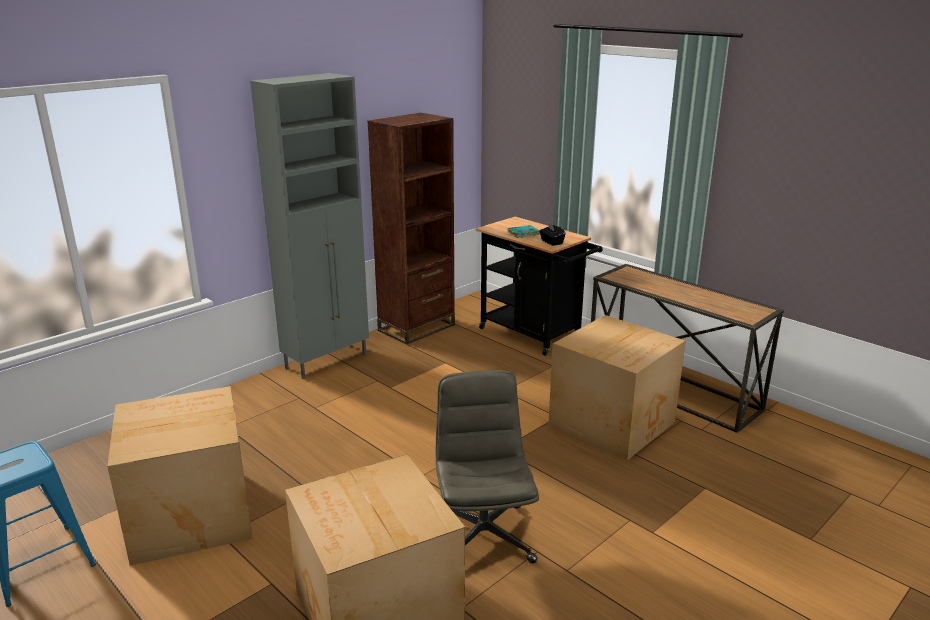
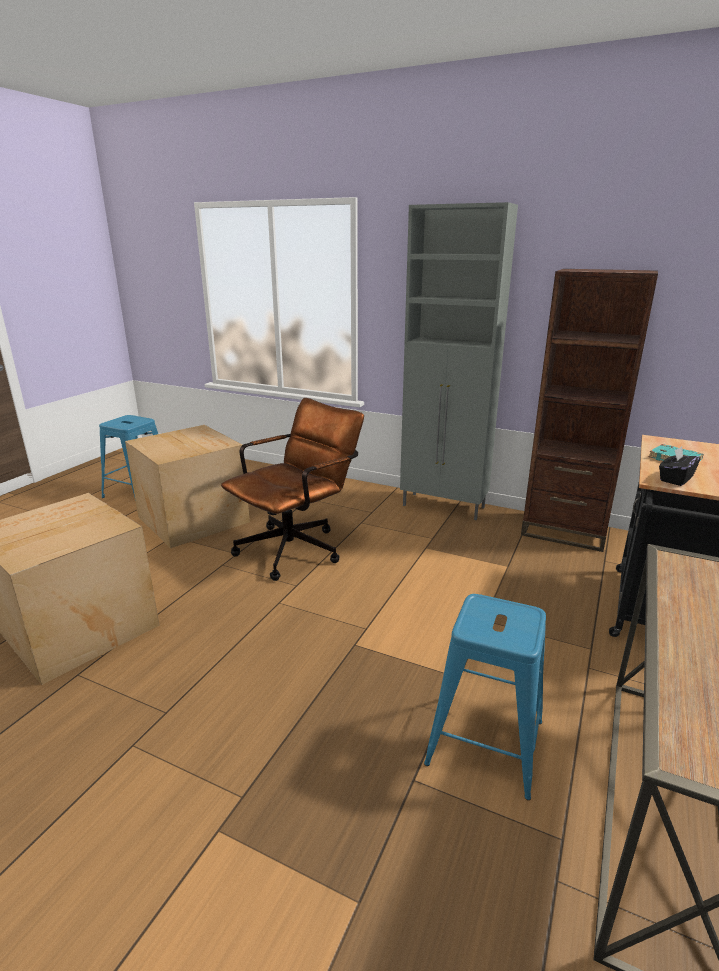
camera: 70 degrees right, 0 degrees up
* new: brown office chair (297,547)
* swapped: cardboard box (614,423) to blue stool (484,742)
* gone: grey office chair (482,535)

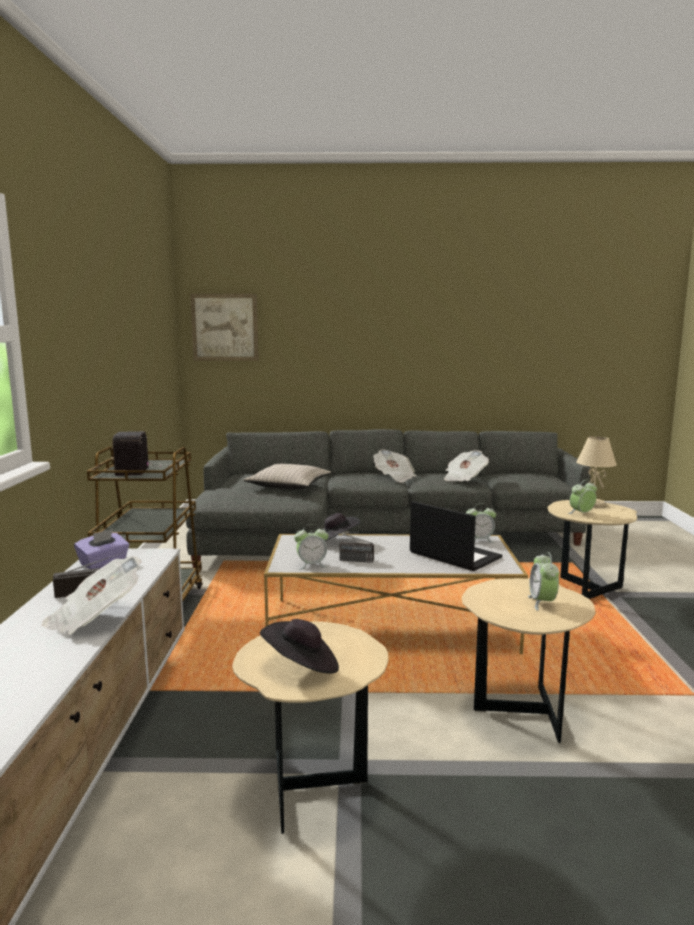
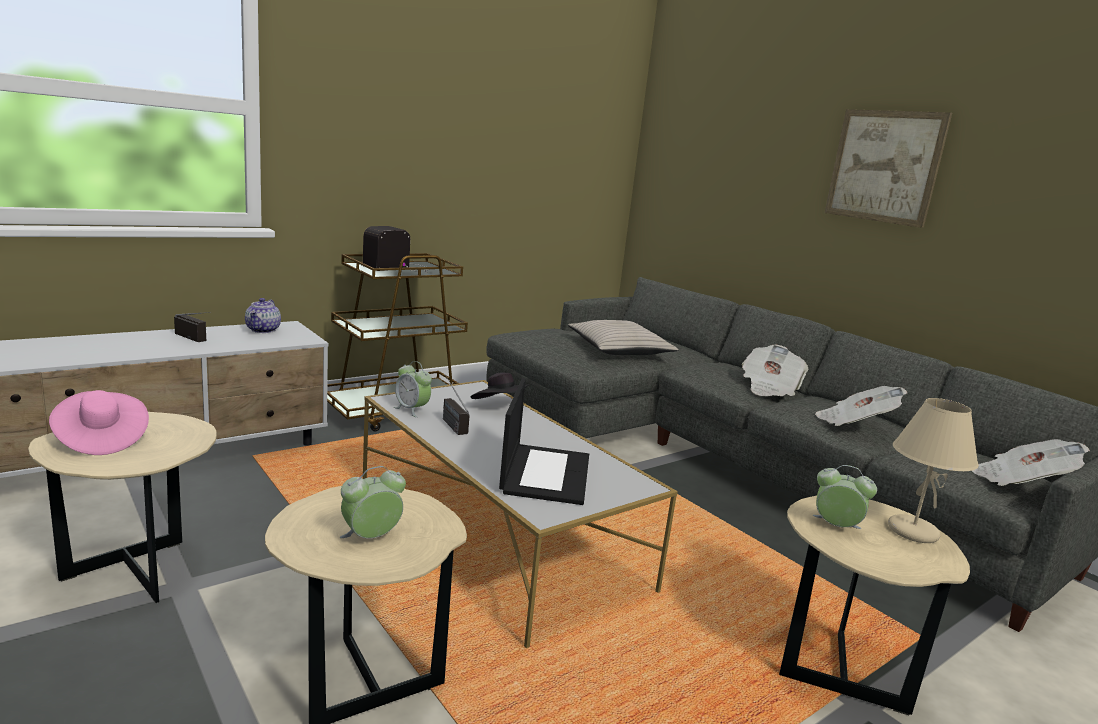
camera: 50 degrees right, 5 degrees up
* repainted: black hat (301,666) to pink hat (100,440)
* swapped: purple tissue box (103,563) to teapot (263,330)
* shifted: picture (225,327) to (884,166)
* shifted: newspaper (94,618) to (1020,483)
* gone: alarm clock (479,540)

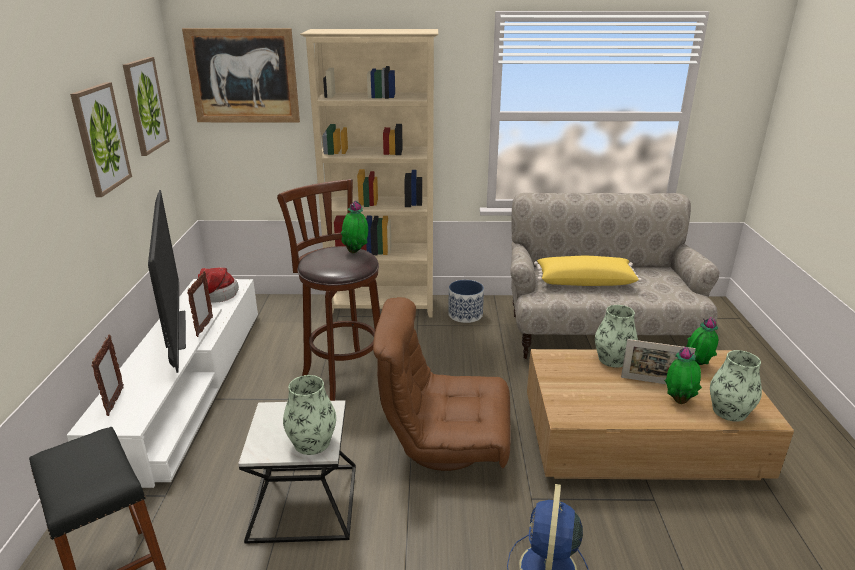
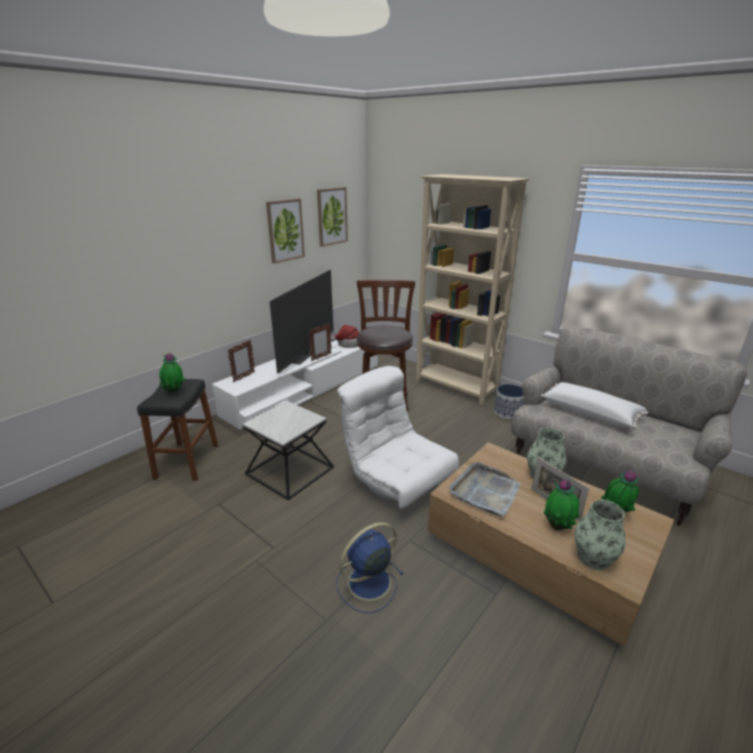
camera: 40 degrees right, 0 degrees up
* shifted: potted plant (356,252) to (174,392)
* repainted: brown armchair (445,442) to white armchair (397,480)
* new: grey tray (485,491)
* repainted: yellow pillow (584,281) to white pillow (590,413)
* gone: picture (243,76)
* gone: vase (312,442)

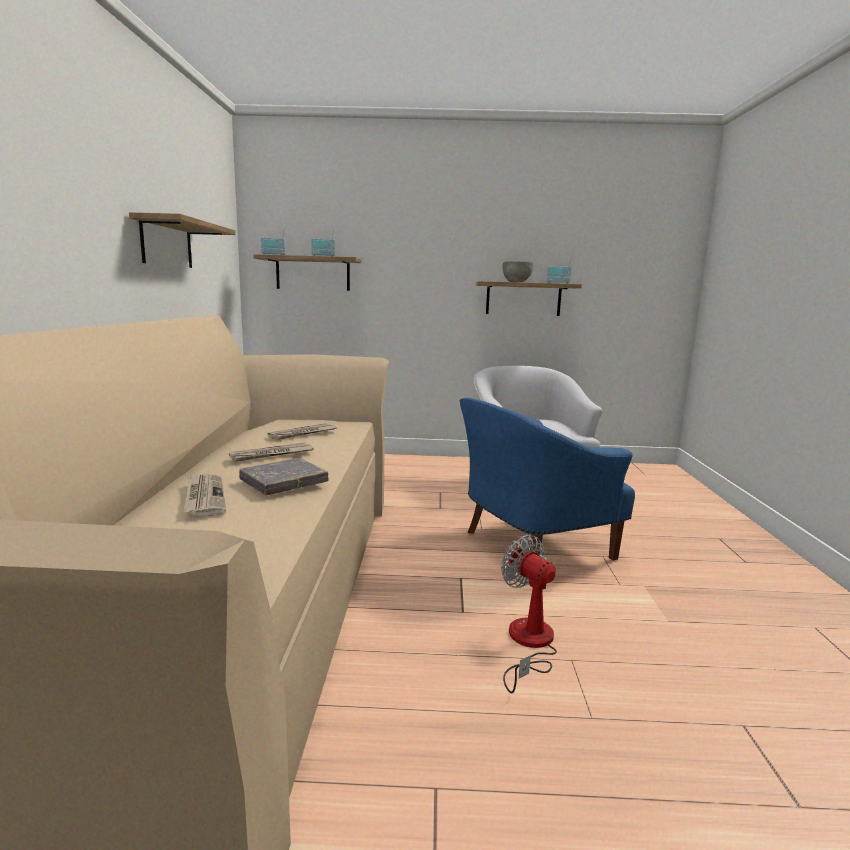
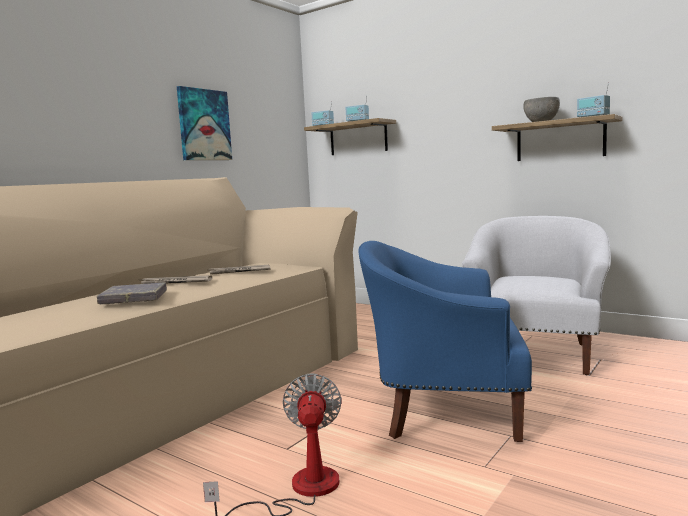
camera: 35 degrees right, 5 degrees down
* swapped: shelf (167,243) to picture (204,125)
* gone: newspaper (204,497)

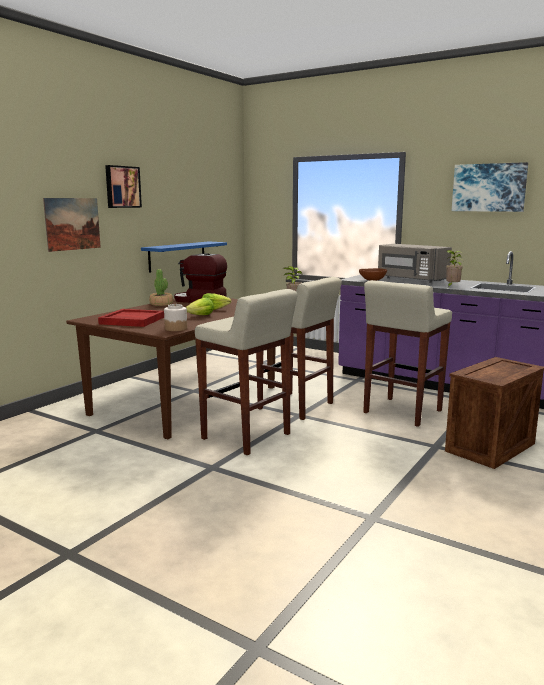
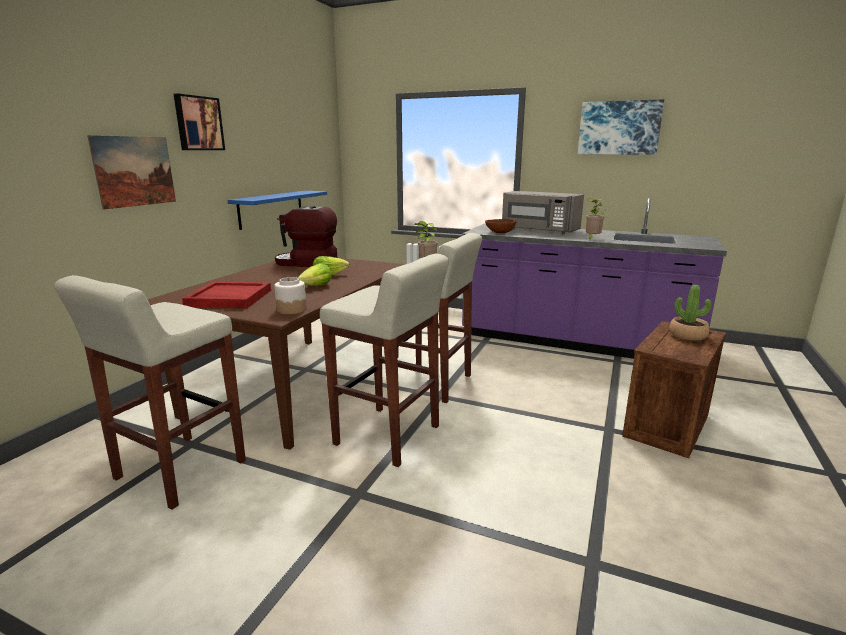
camera: 10 degrees left, 5 degrees up
* shifted: beige stool (401,412) to (179,471)
* shifted: potted plant (161,304) to (687,335)

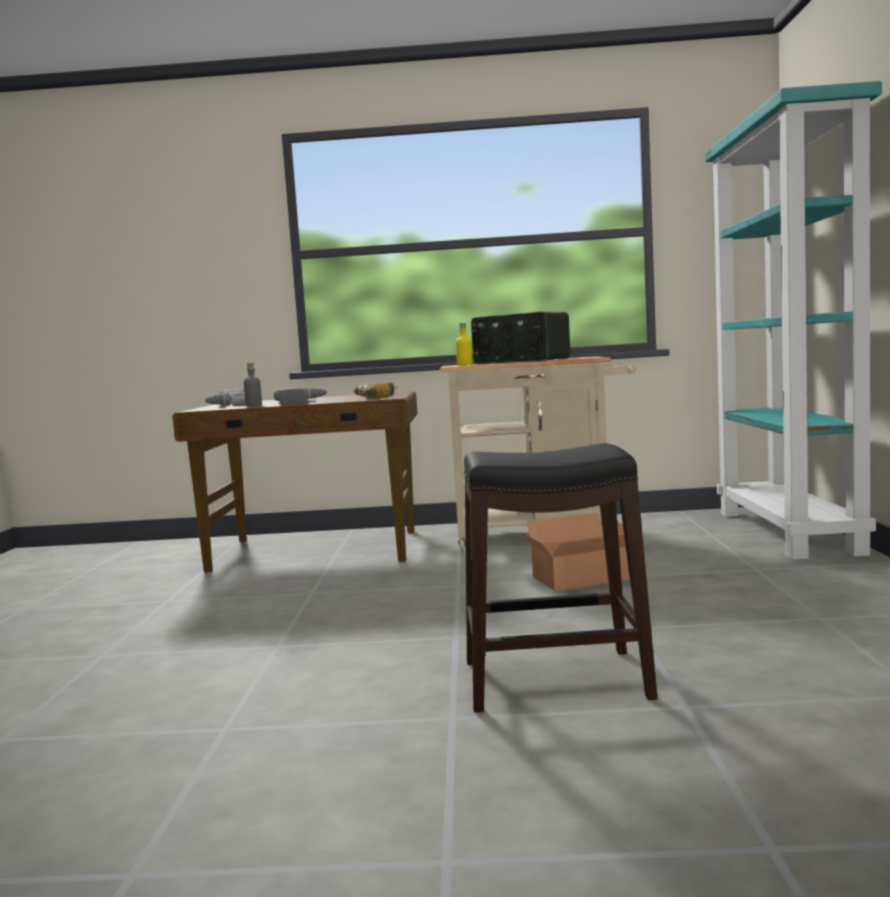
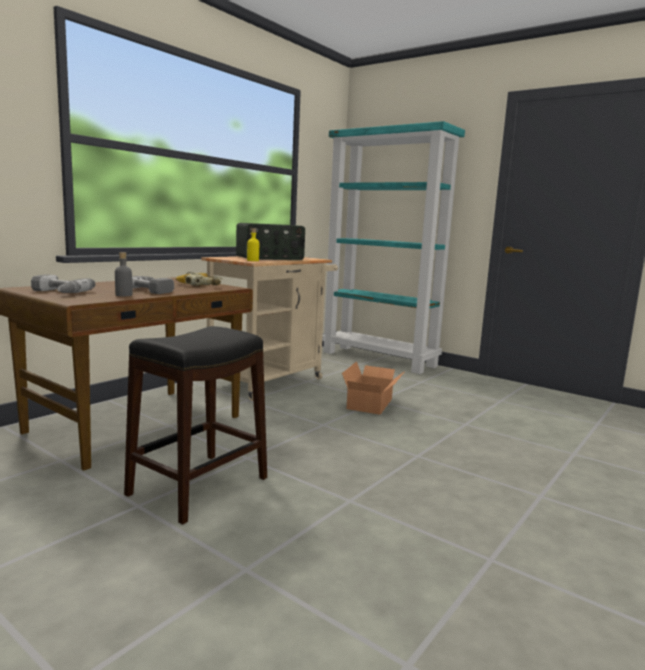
camera: 55 degrees left, 5 degrees up
* shifted: black stool (556,680) to (199,486)

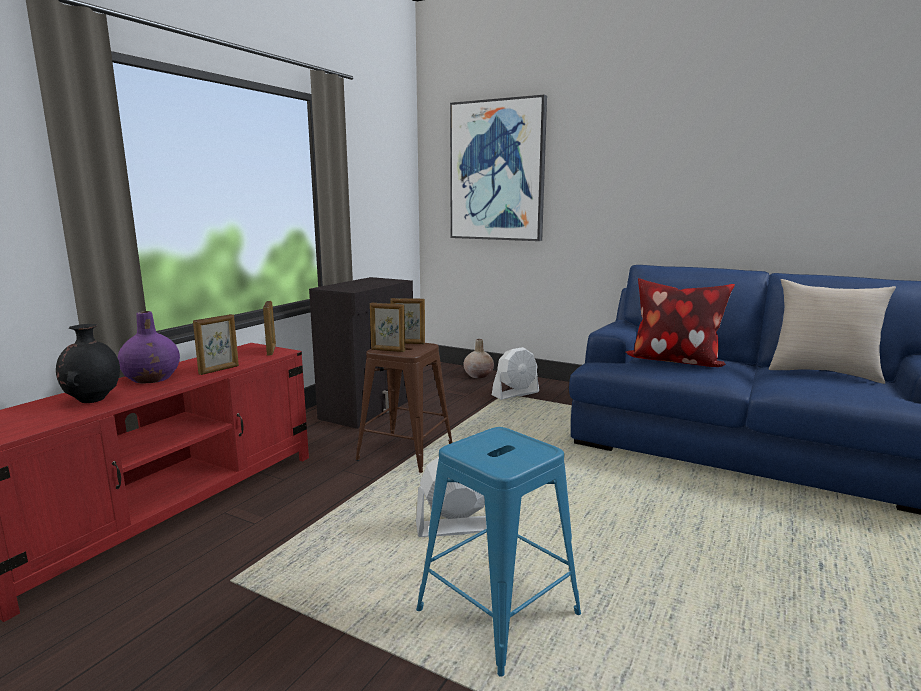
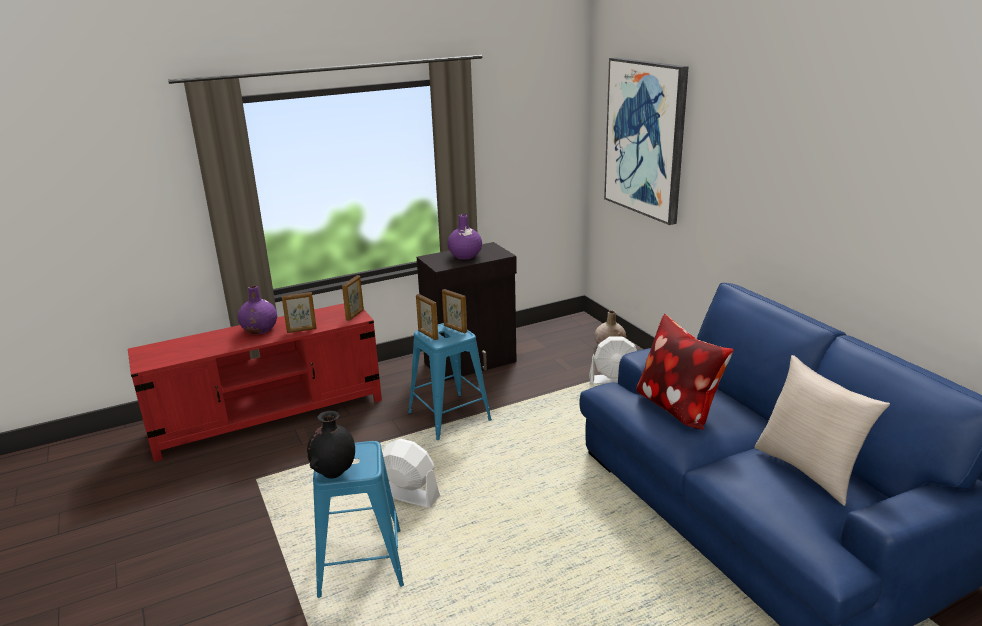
camera: 35 degrees right, 10 degrees up
* shifted: black vase (93,400) to (334,473)
* repainted: brown stool (405,452) to blue stool (449,416)
* new: purple vase (465,256)

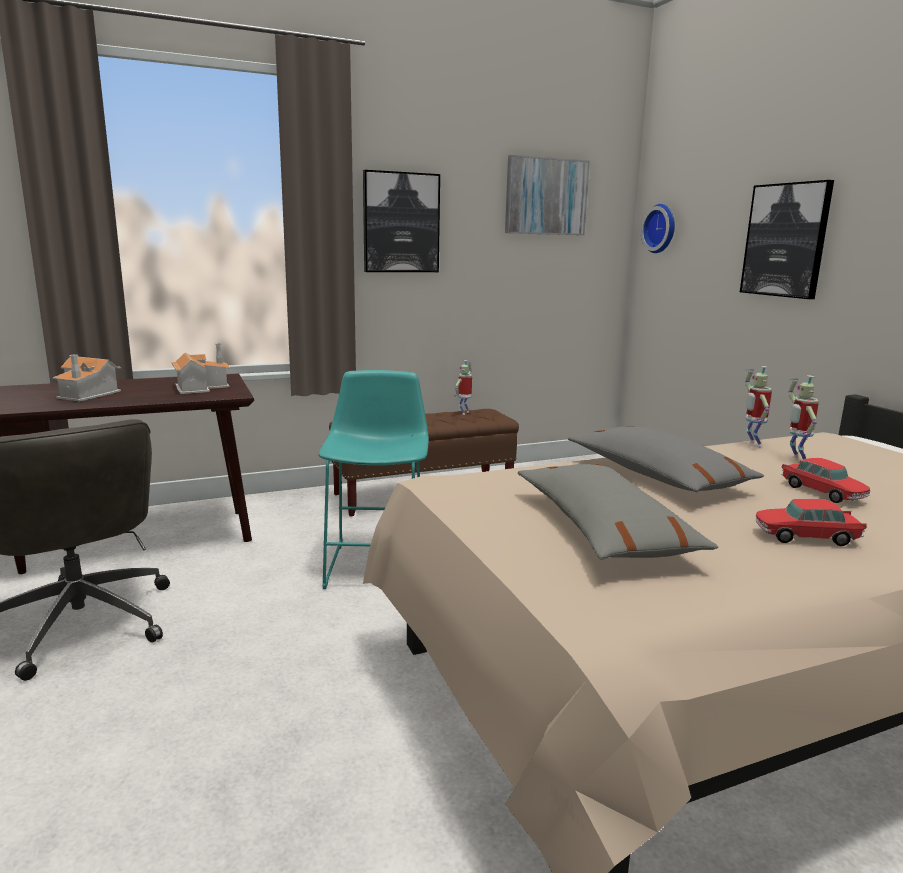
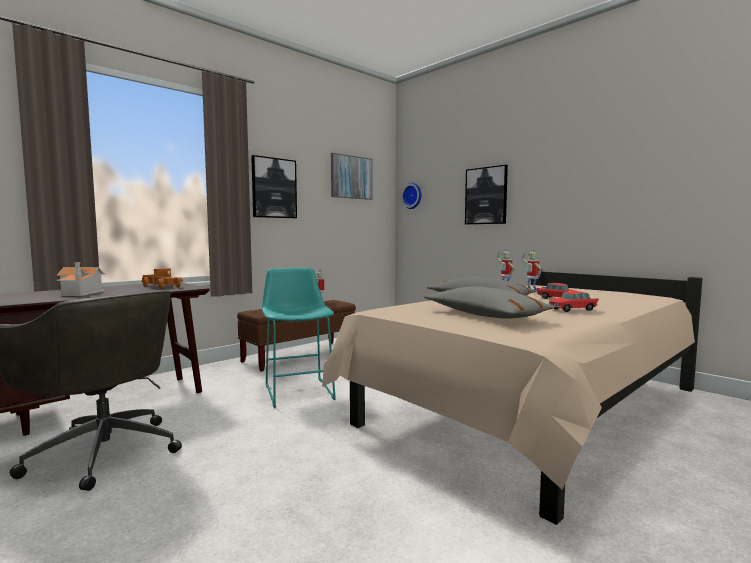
camera: 20 degrees left, 10 degrees down
* swapped: toy house (201,387) to toy truck (162,286)

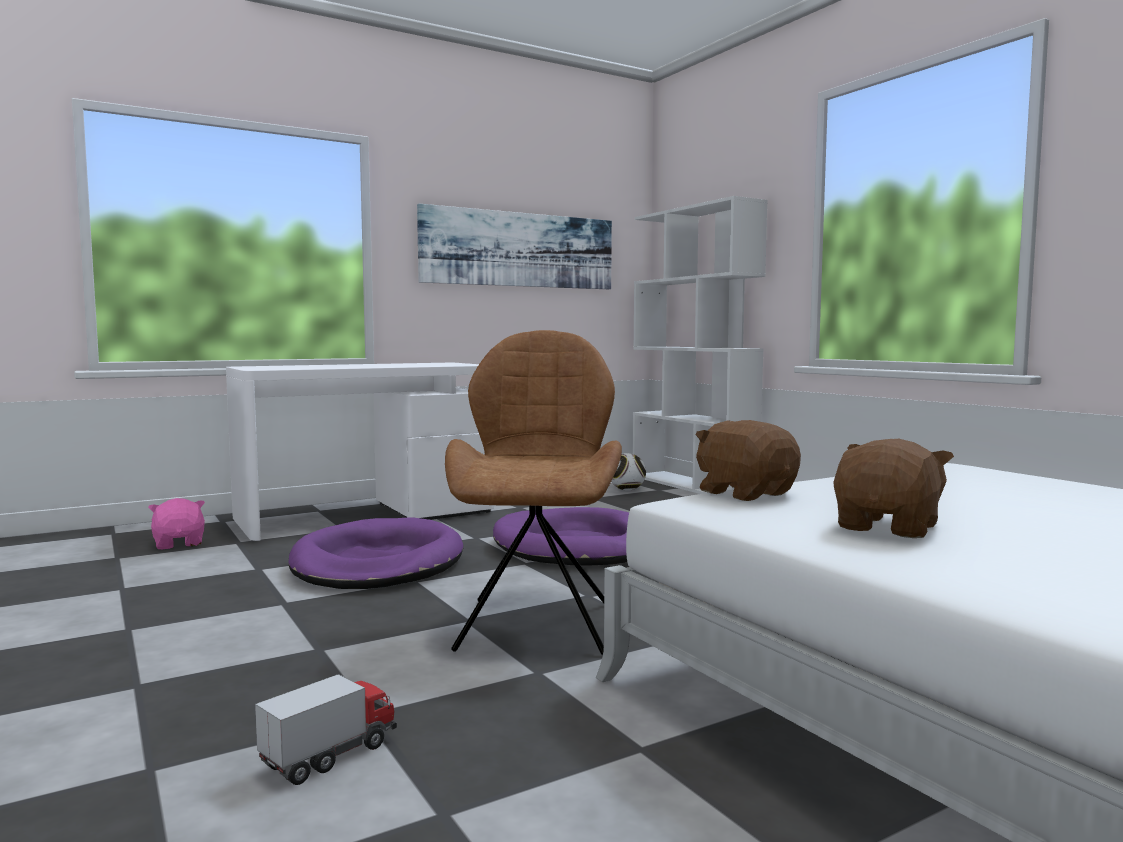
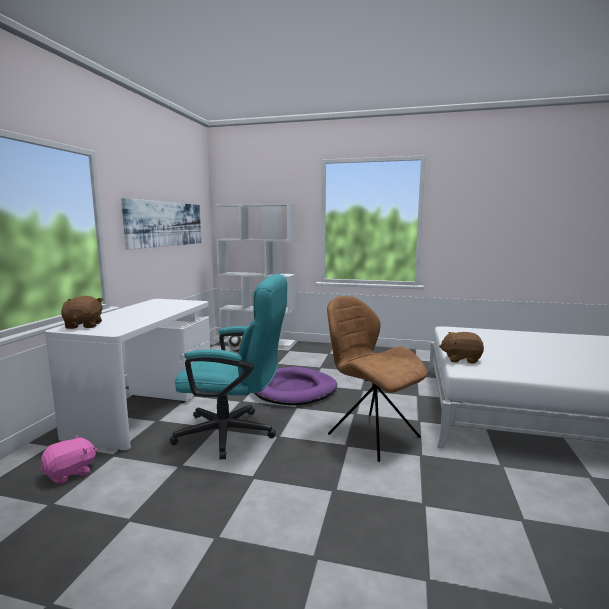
camera: 45 degrees left, 5 degrees up
* rotated: pink plush toy (179,543) = (70,473) 120 degrees clockwise
* shifted: brown plush toy (889,527) to (84,325)
* swapped: purple dog bed (378,563) to turquoise office chair (234,434)
* gone: toy truck (330,755)

